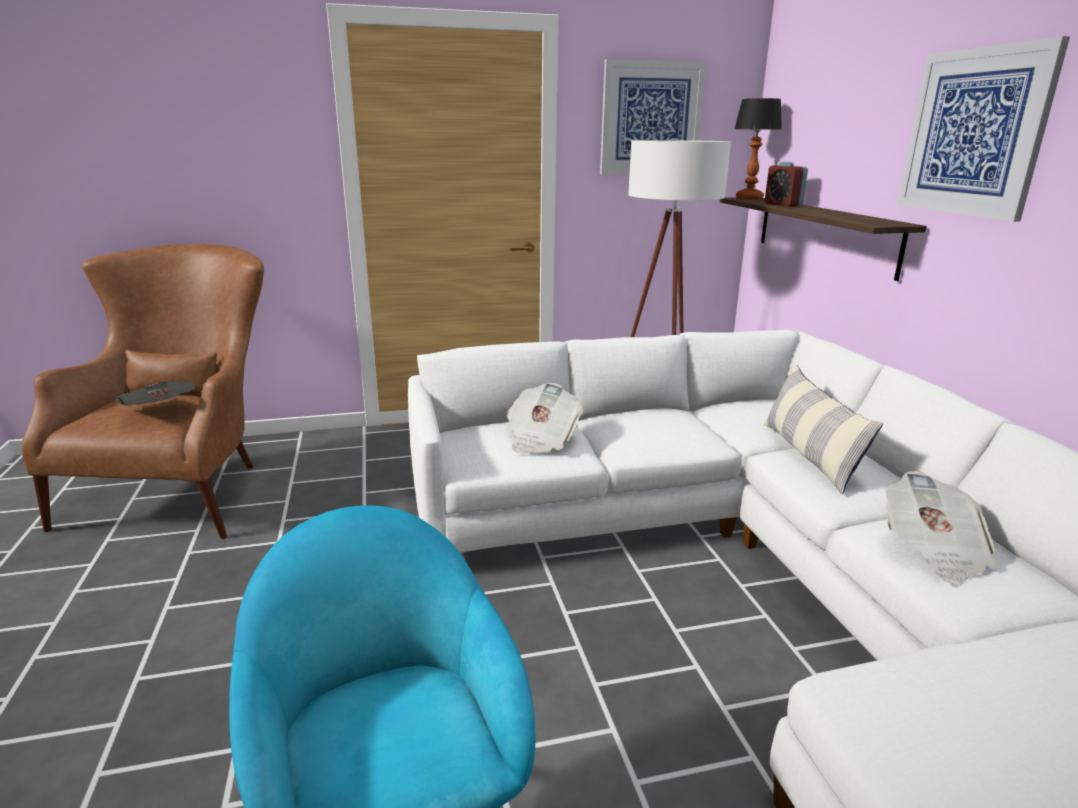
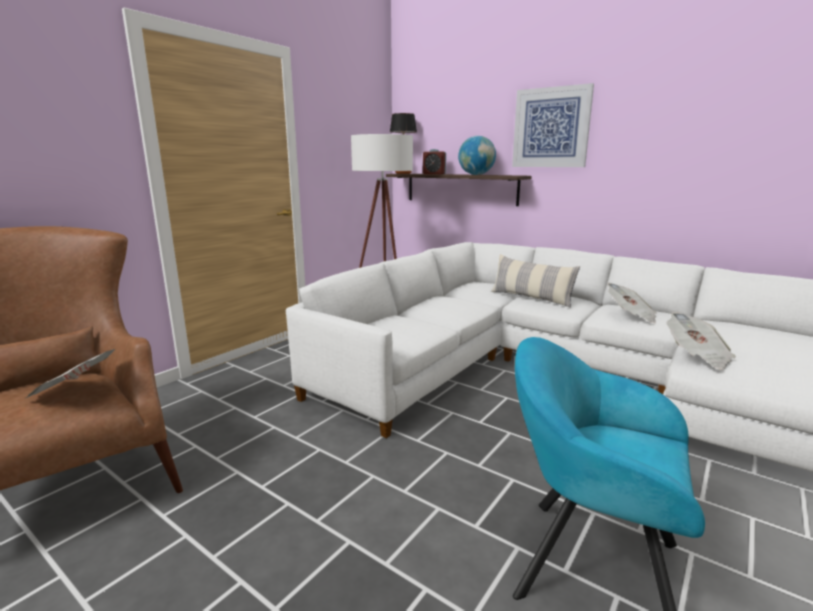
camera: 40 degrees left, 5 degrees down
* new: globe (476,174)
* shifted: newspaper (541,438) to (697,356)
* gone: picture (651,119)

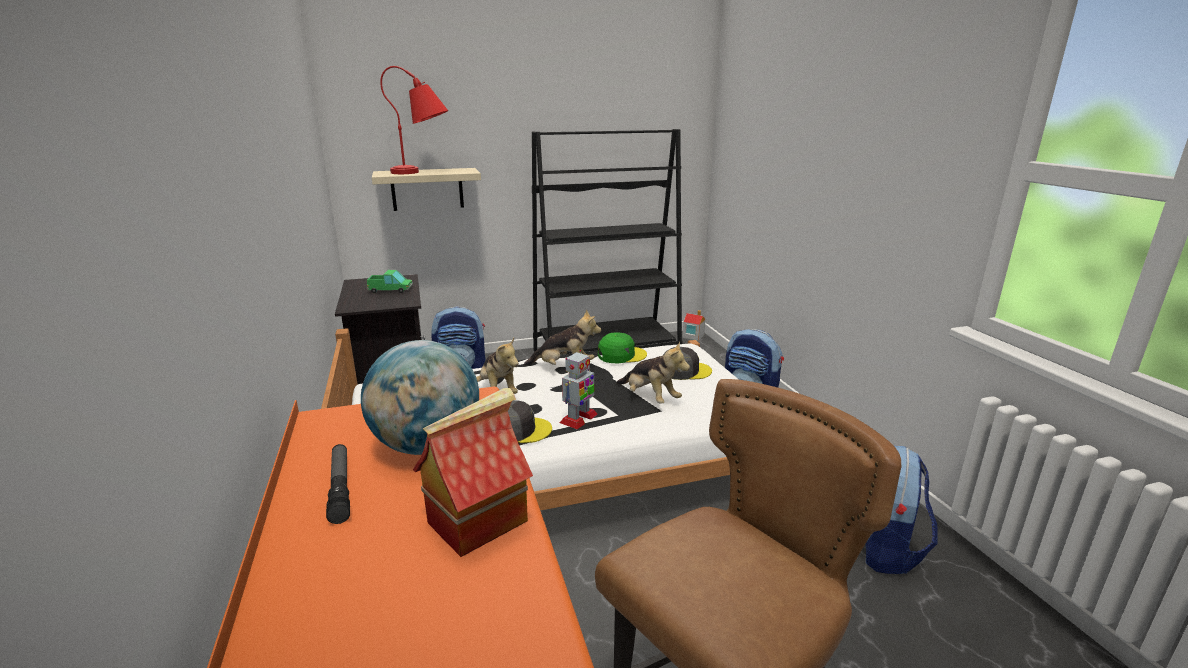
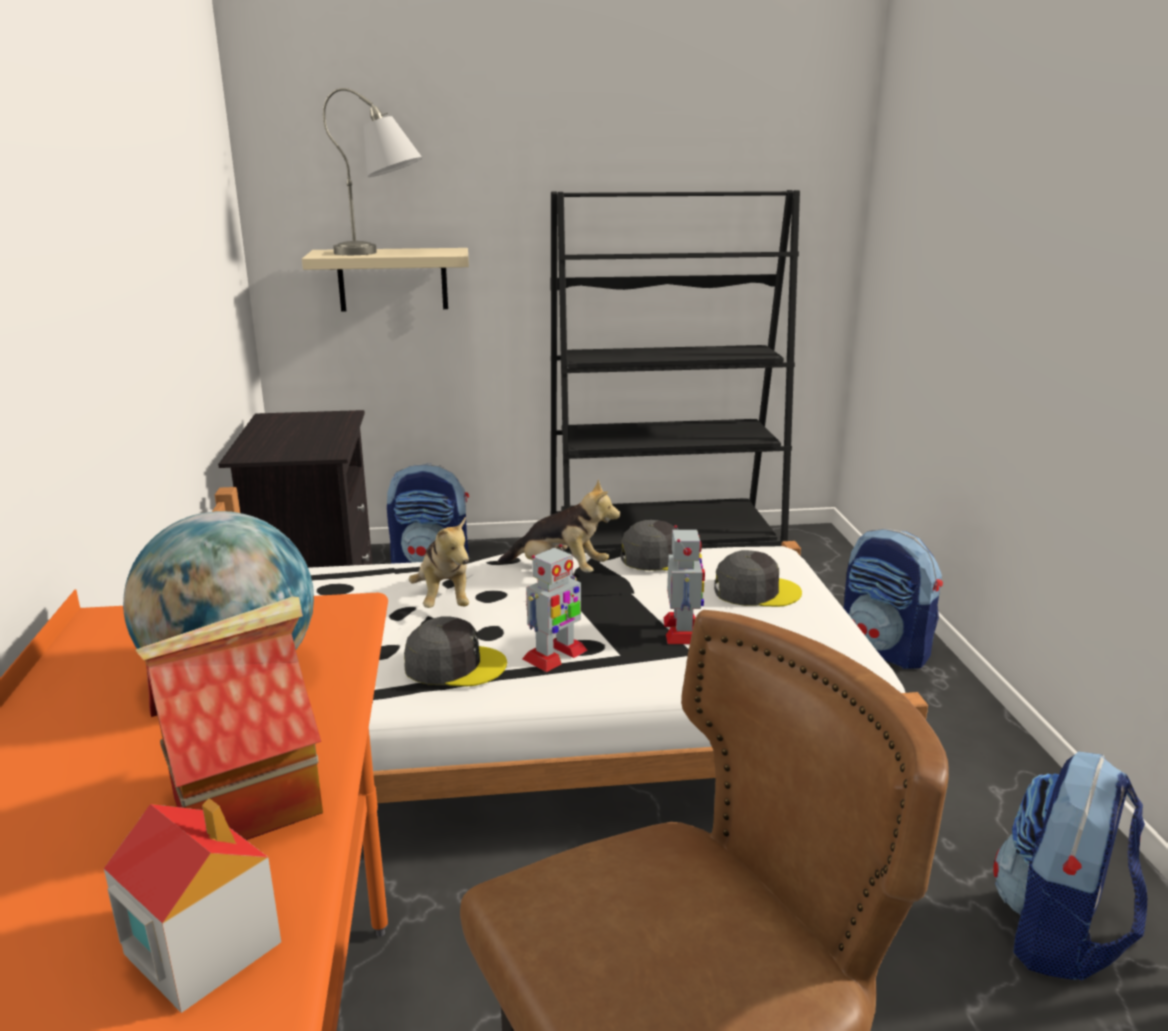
camera: 10 degrees right, 0 degrees up
* shifted: toy house (693,336) to (201,947)
* repainted: red table lamp (423,172) to grey table lamp (382,253)
* repainted: green cap (621,355) to grey cap (659,557)
* swapped: plush toy (650,398) to toy robot (682,631)
* gone: flashlight (340,488)
* gone: toy truck (390,290)

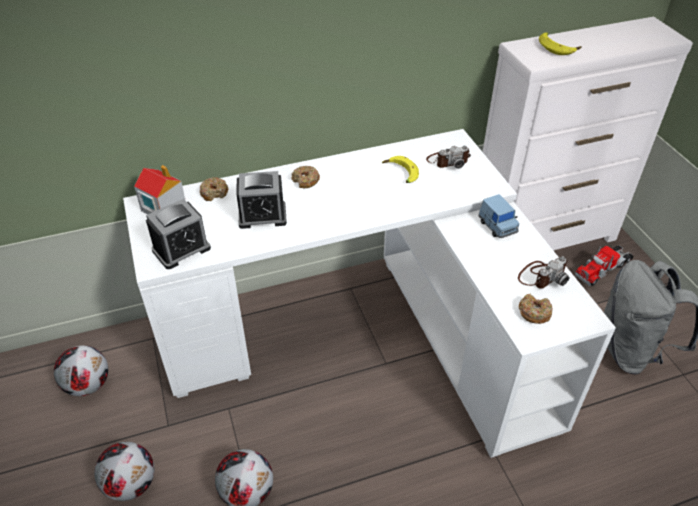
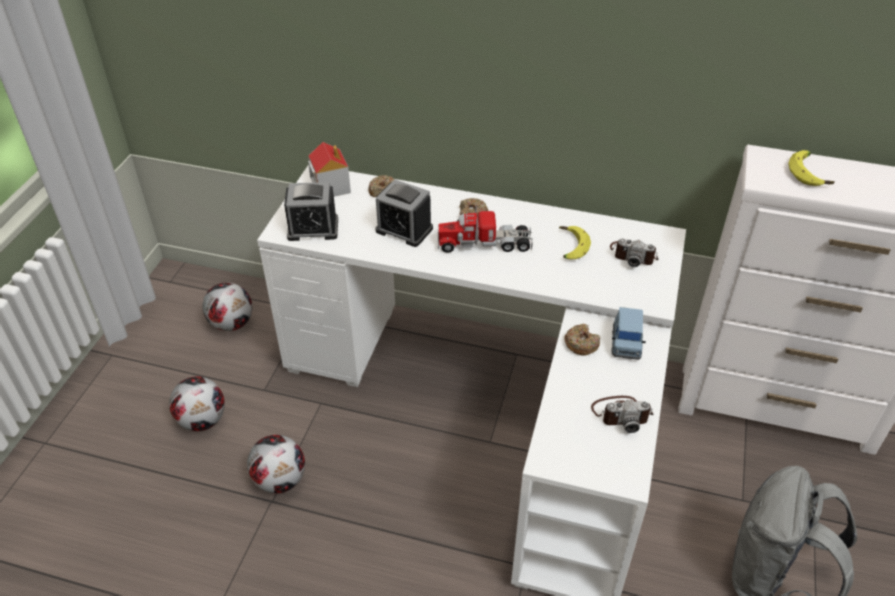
camera: 35 degrees right, 0 degrees up
* shifted: toy truck (603,268) to (484,243)
* shifted: donut (534,313) to (581,344)

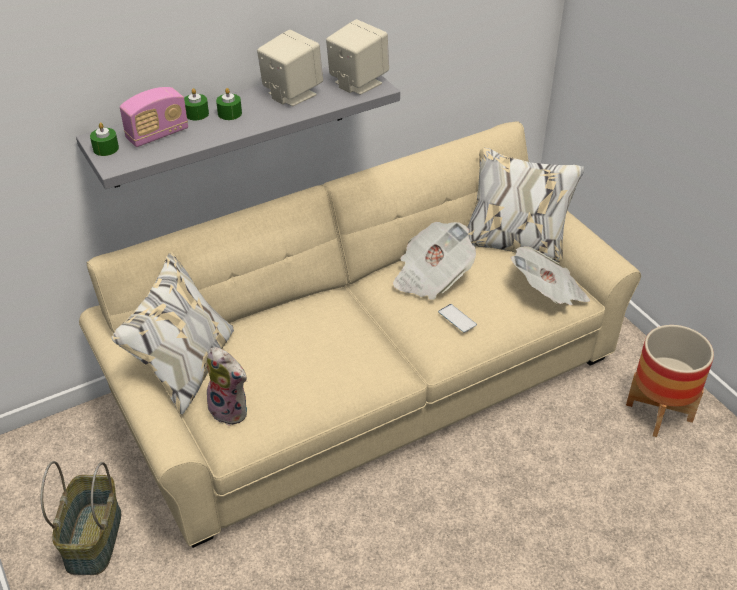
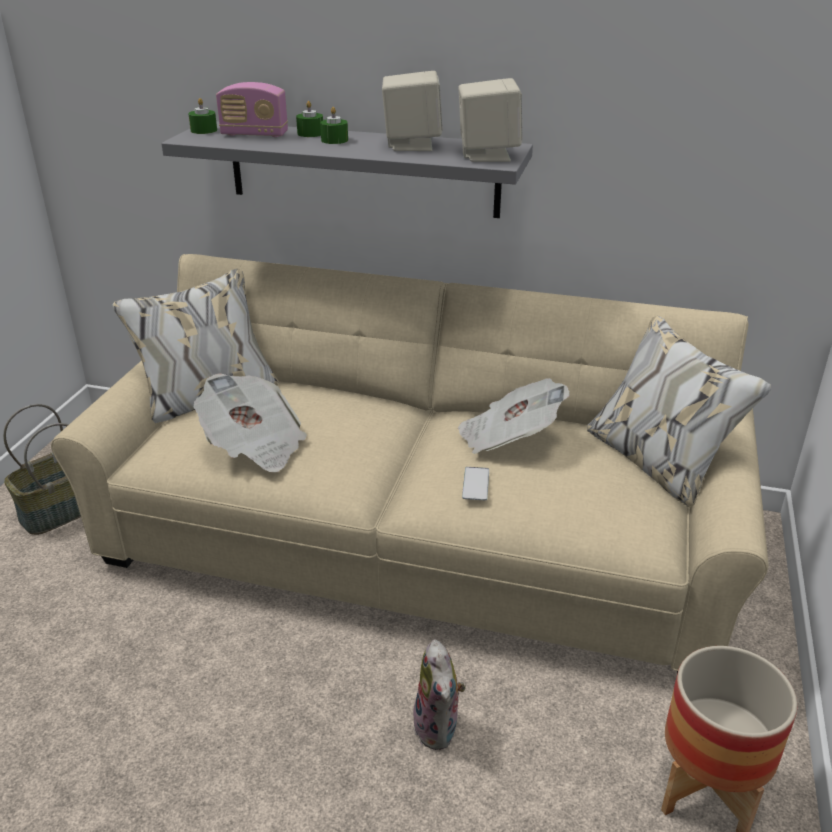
camera: 45 degrees right, 10 degrees down
* shifted: newspaper (548,293) to (254,445)
* shifted: plush toy (231,410) to (439,728)

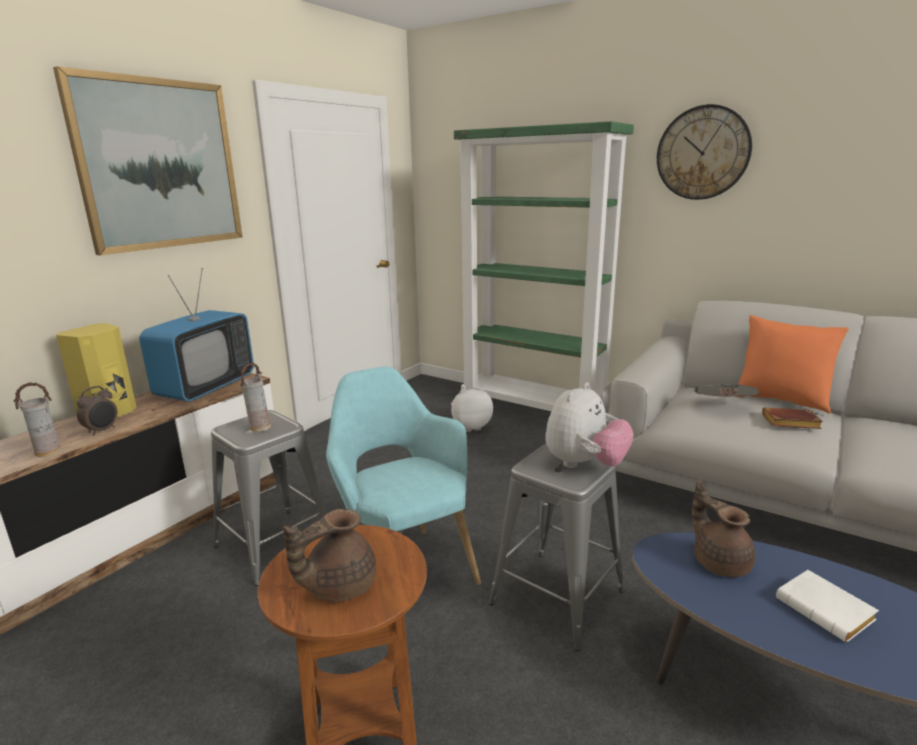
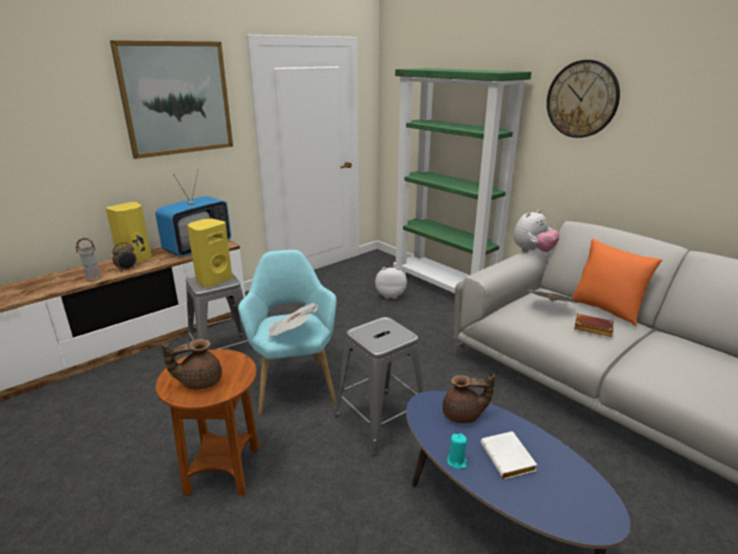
camera: 15 degrees right, 5 degrees up
* swapped: vase (259,428) to yellow speaker (213,280)
* new: newspaper (291,332)
* rotated: brown teapot (719,561) = (463,415) 105 degrees clockwise
* new: turquoise candle (457,462)
* shifted: plush toy (584,464) to (532,252)

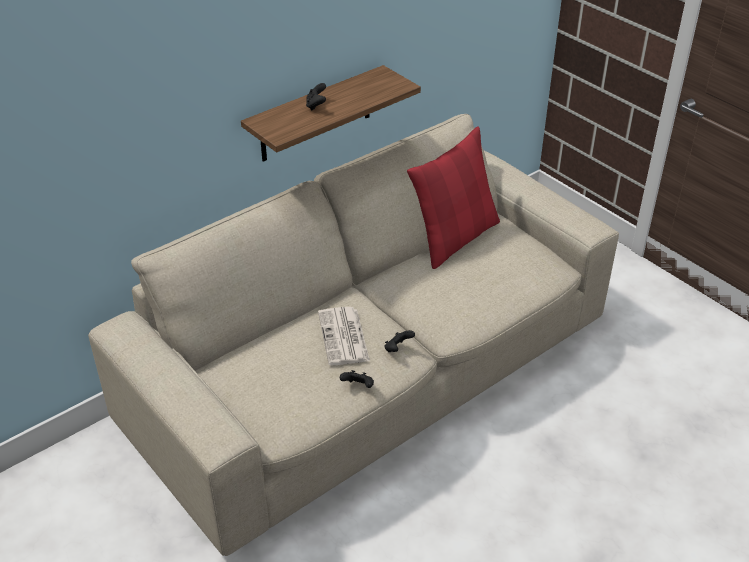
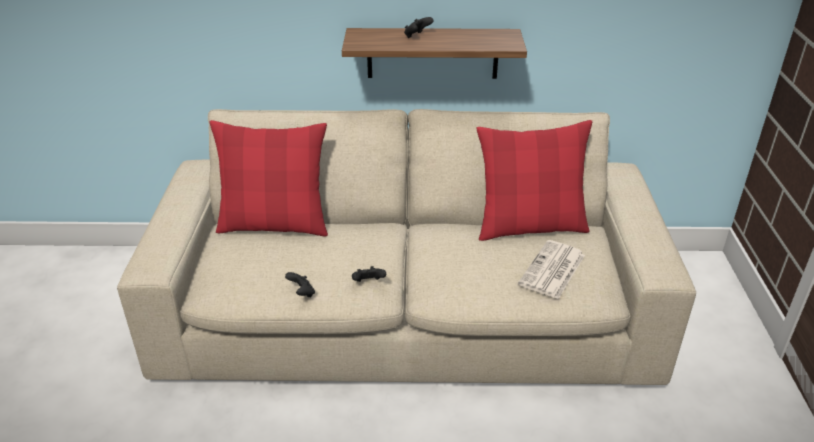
camera: 40 degrees right, 5 degrees down
* new: red pillow (275,225)
* shifted: newspaper (344,337) to (552,270)

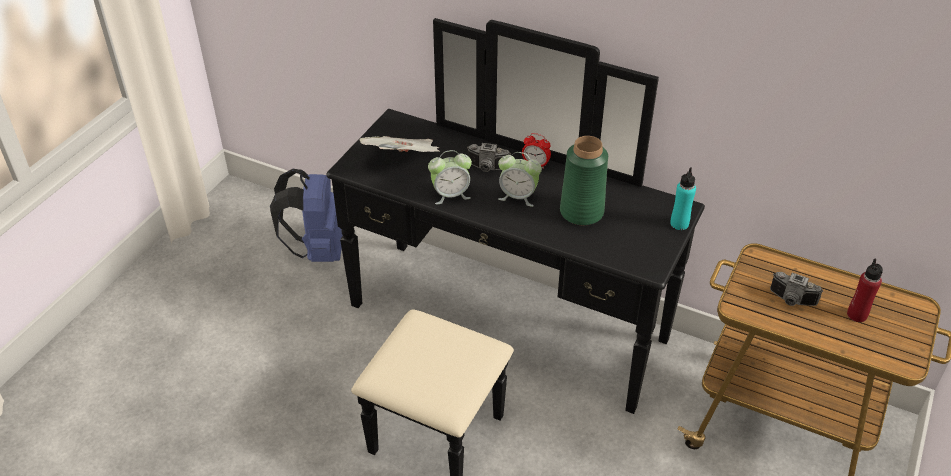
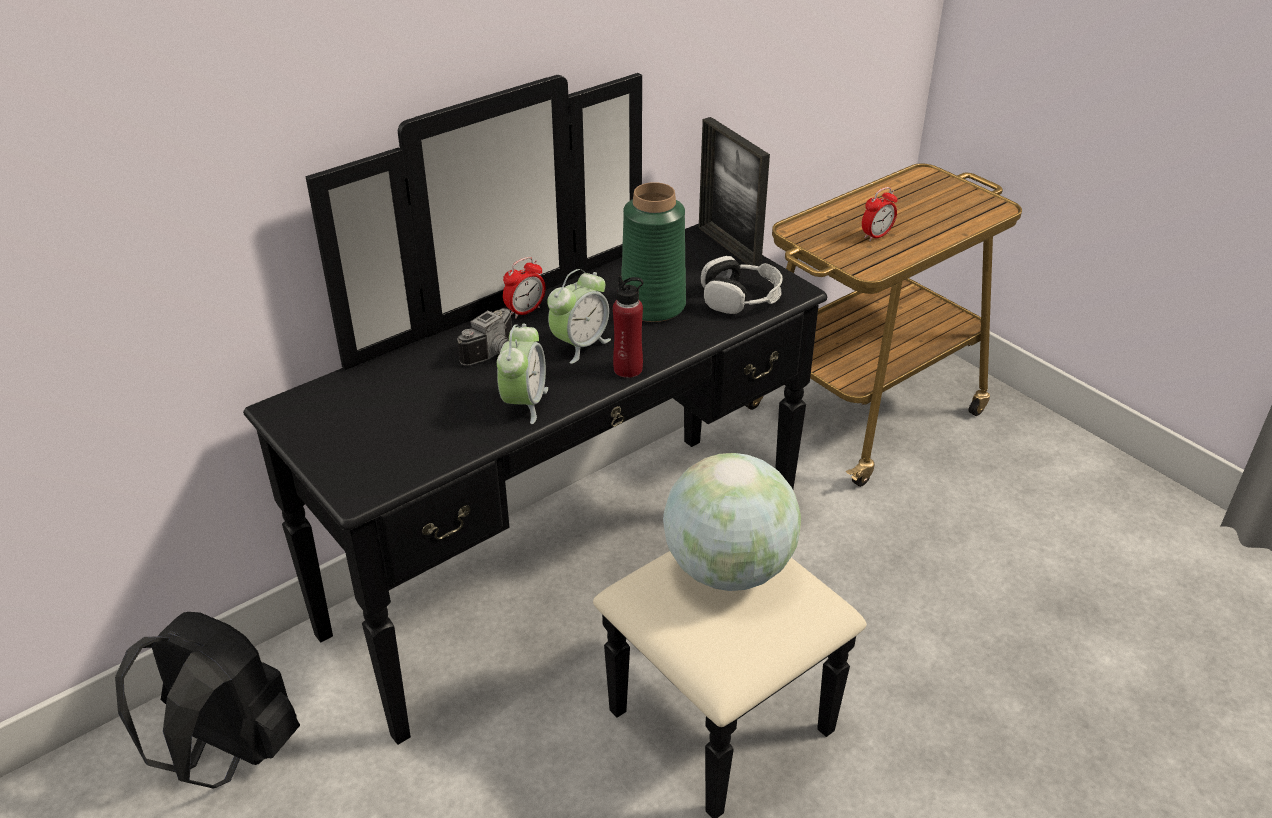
camera: 65 degrees left, 5 degrees down
* repainted: blue backpack (318,249) to black backpack (228,752)
* shifted: red bottle (857,315) to (628,369)
* new: globe (727,569)
* swapped: turquoise bottle (679,224) to picture frame (729,246)
* new: headphones (741,298)
* swapped: photo camera (791,301) to alarm clock (876,235)
* gone: newspaper (404,160)

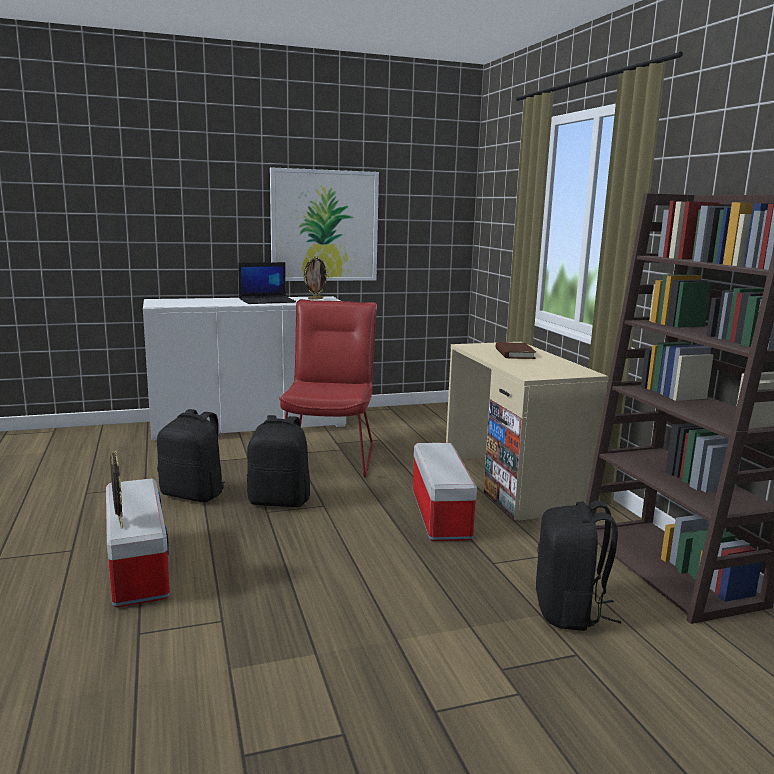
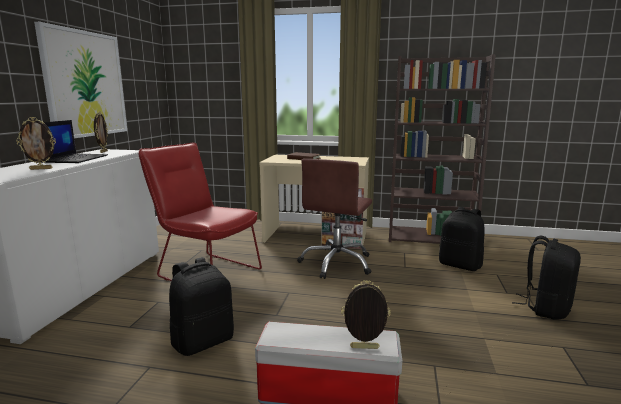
camera: 60 degrees left, 0 degrees up
* new: picture frame (41,169)
* swapped: storage box (439,514) to brown office chair (337,263)
* shifted: black backpack (279,501) to (545,308)

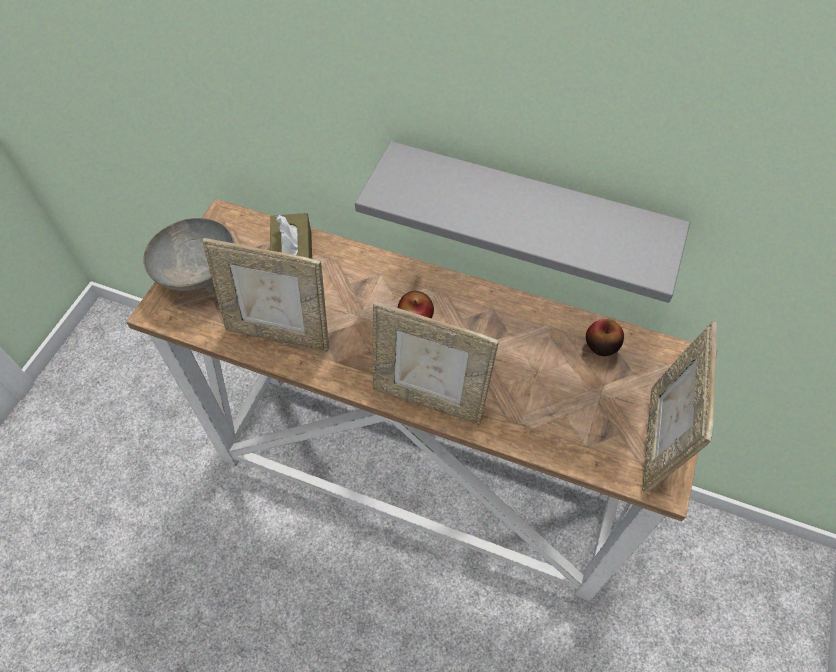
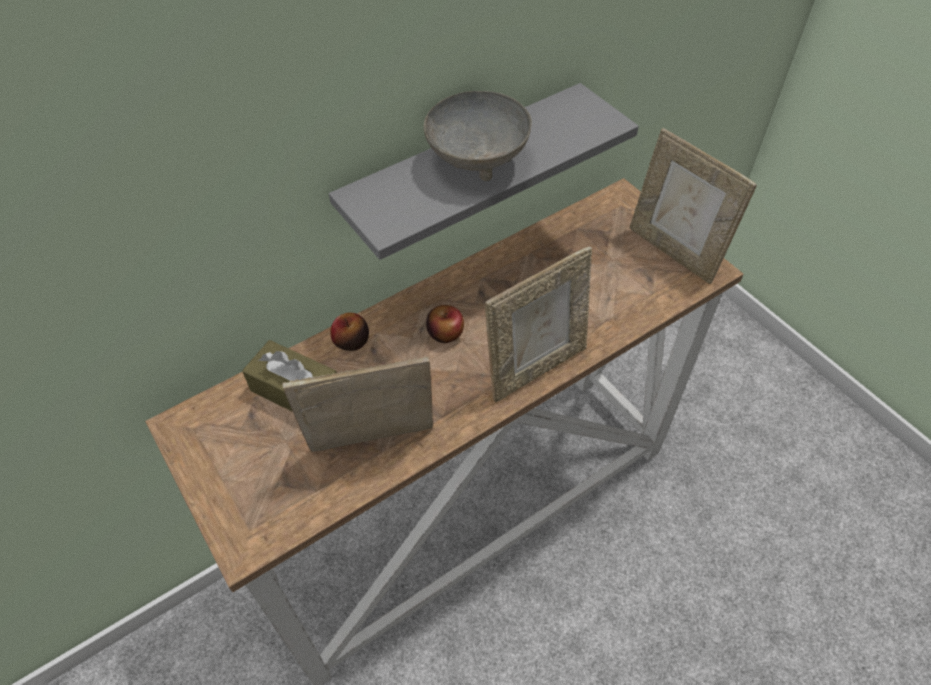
camera: 55 degrees left, 5 degrees down
* rotated: picture frame (280,333) = (372,445) 150 degrees counterclockwise
* shifted: apple (601,345) to (351,341)
* shifted: grey bowl (200,273) to (477,160)

